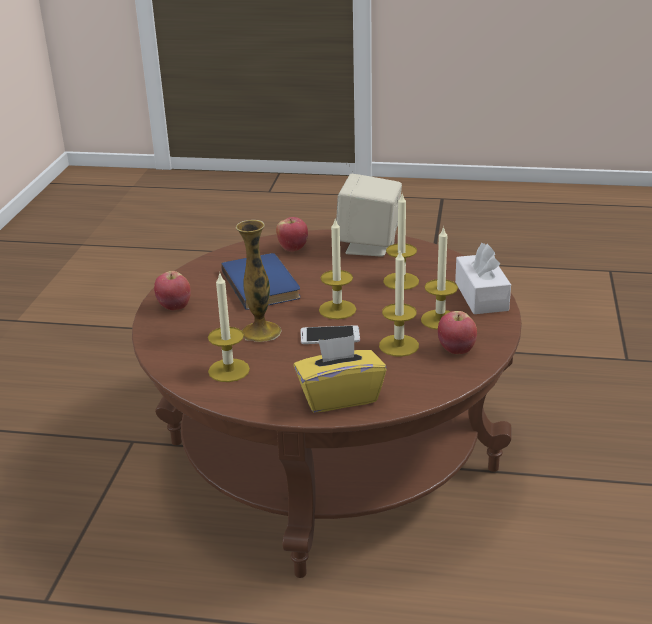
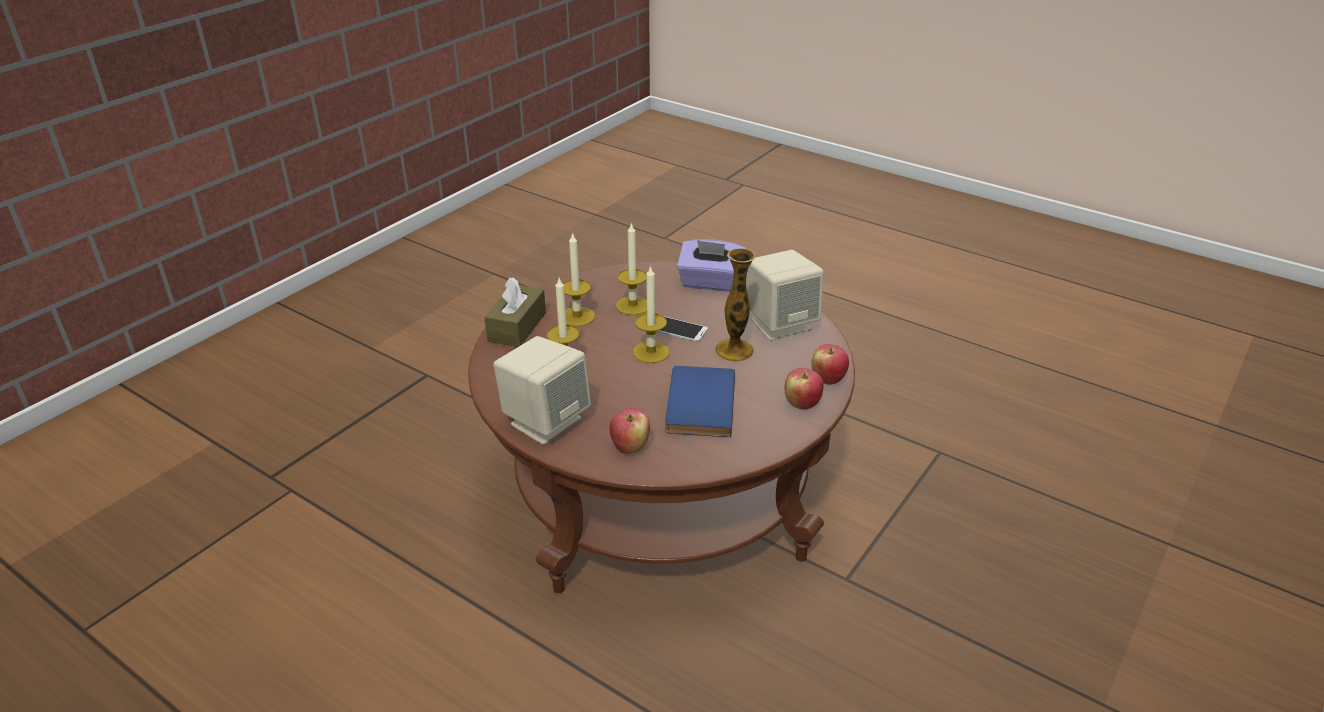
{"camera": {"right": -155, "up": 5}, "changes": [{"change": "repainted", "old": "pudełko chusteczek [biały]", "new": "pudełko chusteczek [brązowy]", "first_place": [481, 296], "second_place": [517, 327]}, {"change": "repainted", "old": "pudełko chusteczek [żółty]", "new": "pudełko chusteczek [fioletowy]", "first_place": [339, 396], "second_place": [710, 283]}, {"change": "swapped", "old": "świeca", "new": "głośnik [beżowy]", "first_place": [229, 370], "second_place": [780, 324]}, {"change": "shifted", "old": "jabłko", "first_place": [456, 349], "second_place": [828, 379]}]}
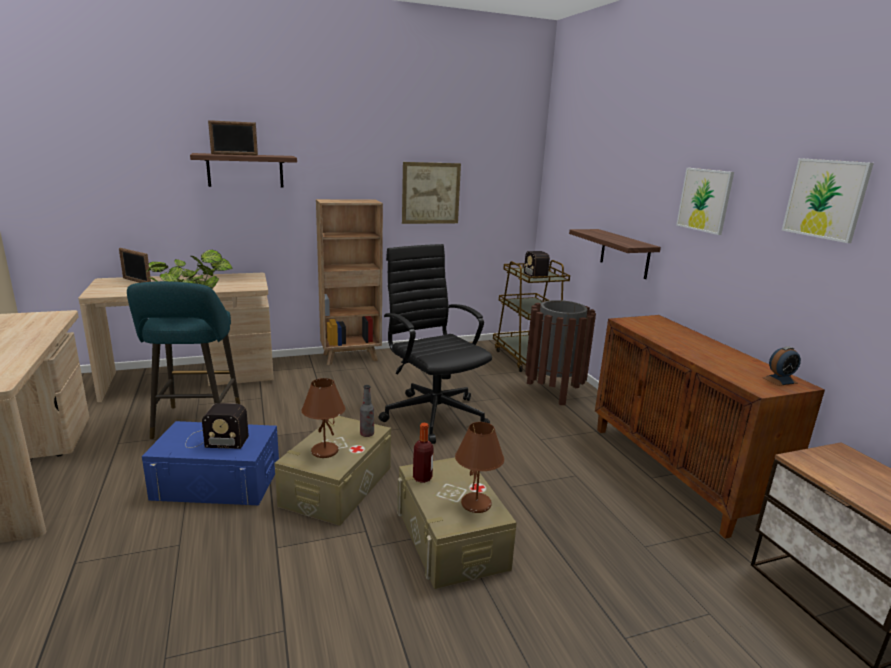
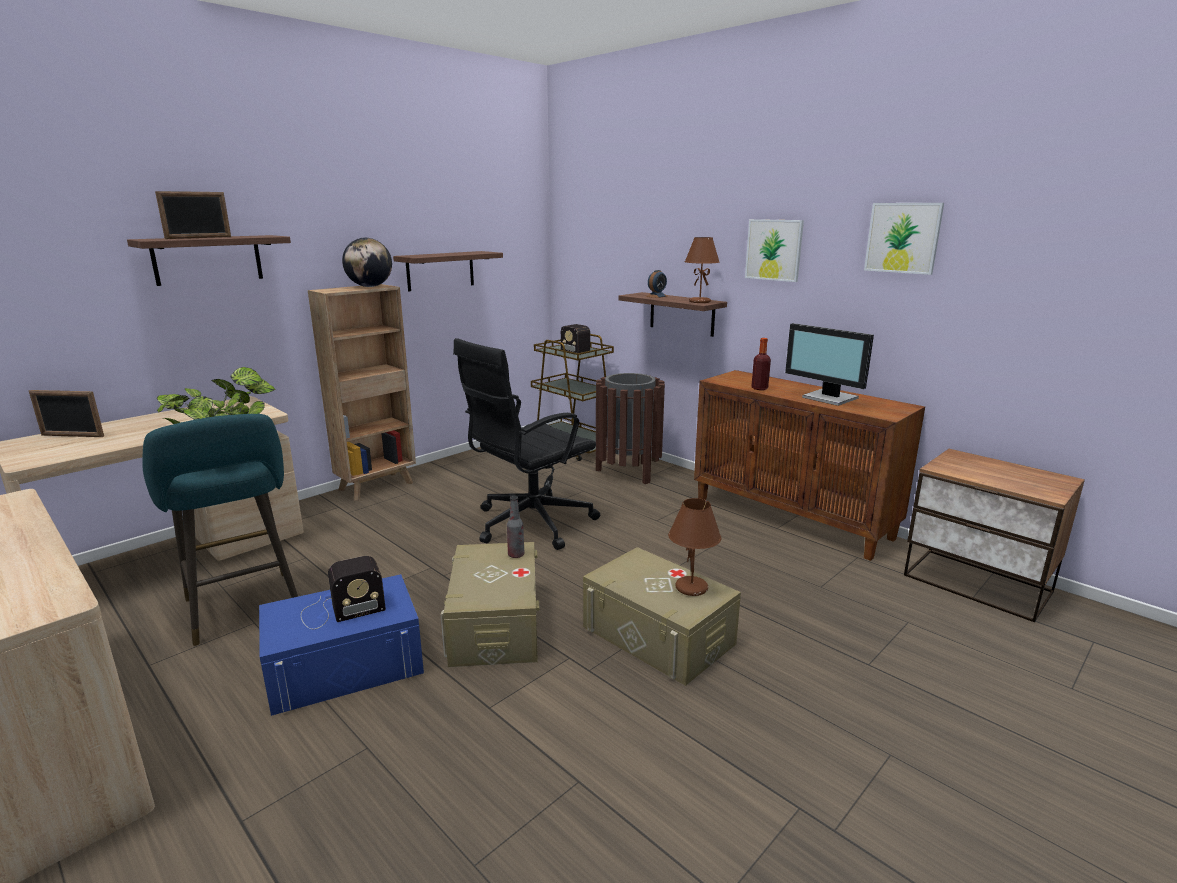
{"camera": {"right": -25, "up": 0}, "changes": [{"change": "new", "new": "globus", "second_place": [370, 286]}, {"change": "swapped", "old": "obraz", "new": "półka", "first_place": [431, 193], "second_place": [440, 270]}, {"change": "rotated", "old": "krzesło biurowe [czarny]", "first_place": [433, 414], "second_place": [530, 524], "degrees": -75}, {"change": "shifted", "old": "budzik", "first_place": [779, 380], "second_place": [656, 296]}, {"change": "shifted", "old": "lampa stołowa [brązowy]", "first_place": [324, 451], "second_place": [699, 302]}, {"change": "shifted", "old": "butelka", "first_place": [422, 478], "second_place": [759, 388]}, {"change": "new", "new": "monitor", "second_place": [829, 398]}]}
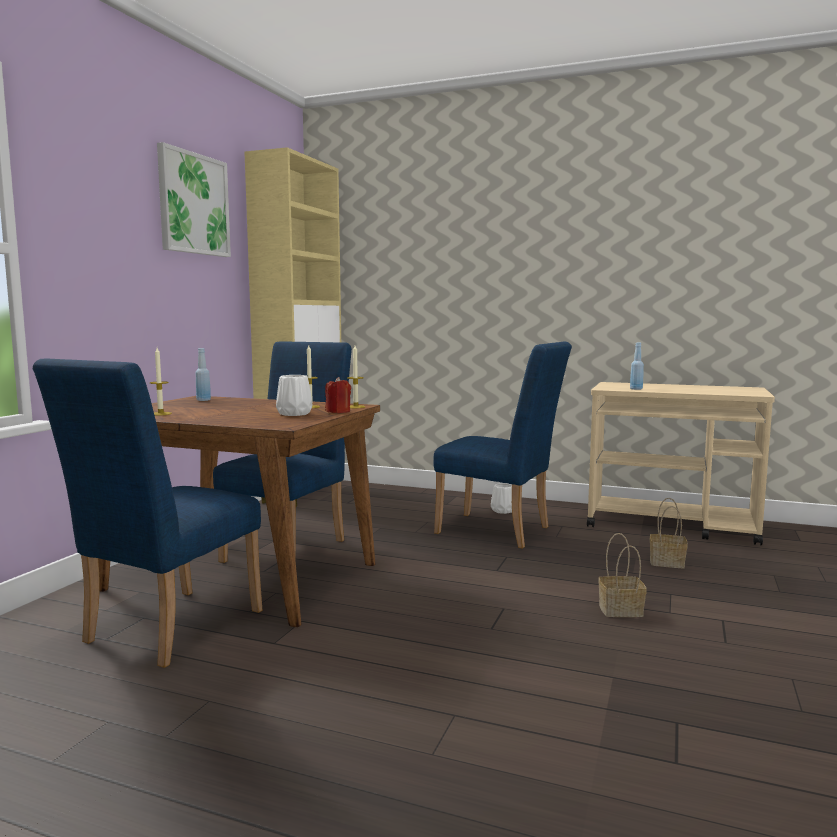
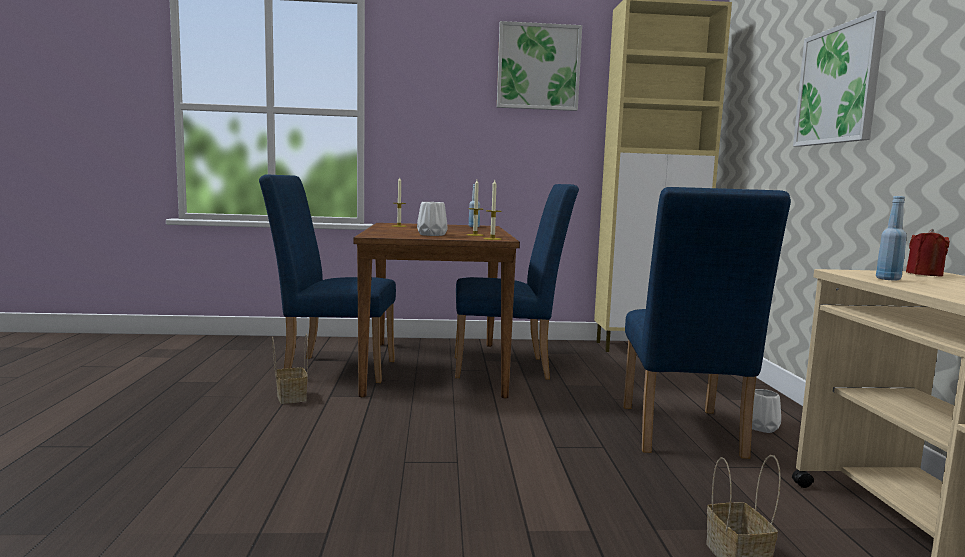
{"camera": {"right": 65, "up": 0}, "changes": [{"change": "shifted", "old": "koszyk", "first_place": [619, 611], "second_place": [290, 397]}, {"change": "new", "new": "obraz", "second_place": [838, 85]}, {"change": "shifted", "old": "świeca [czerwony]", "first_place": [338, 412], "second_place": [924, 274]}]}
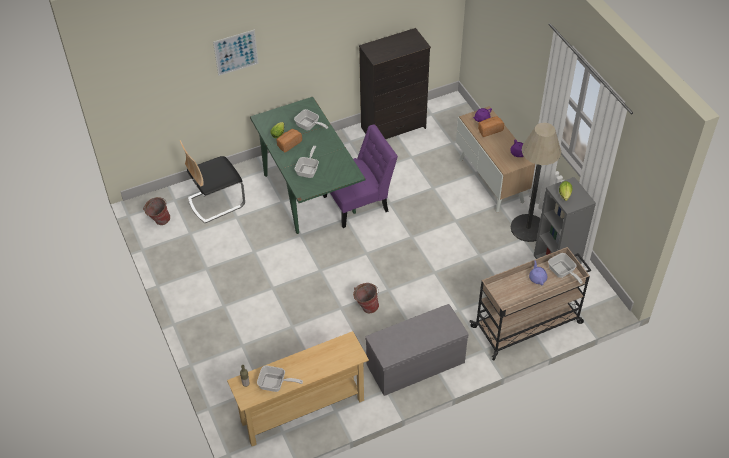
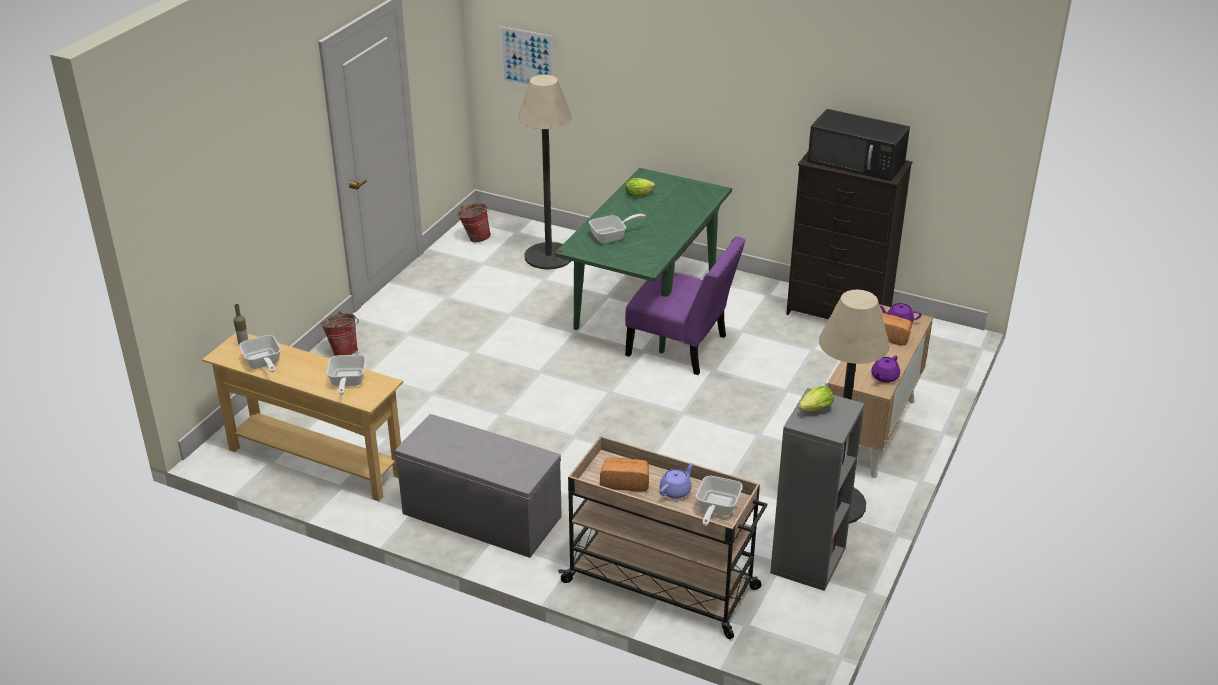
{"camera": {"right": 50, "up": -15}, "changes": [{"change": "shifted", "old": "wiadro", "first_place": [366, 306], "second_place": [343, 350]}, {"change": "shifted", "old": "patelnia", "first_place": [309, 126], "second_place": [346, 383]}, {"change": "shifted", "old": "obraz", "first_place": [236, 52], "second_place": [527, 59]}, {"change": "swapped", "old": "krzesło", "new": "lampa stojąca", "first_place": [216, 201], "second_place": [548, 256]}, {"change": "shifted", "old": "chleb", "first_place": [288, 144], "second_place": [625, 482]}, {"change": "new", "new": "mikrofalówka [czarny]", "second_place": [857, 162]}]}
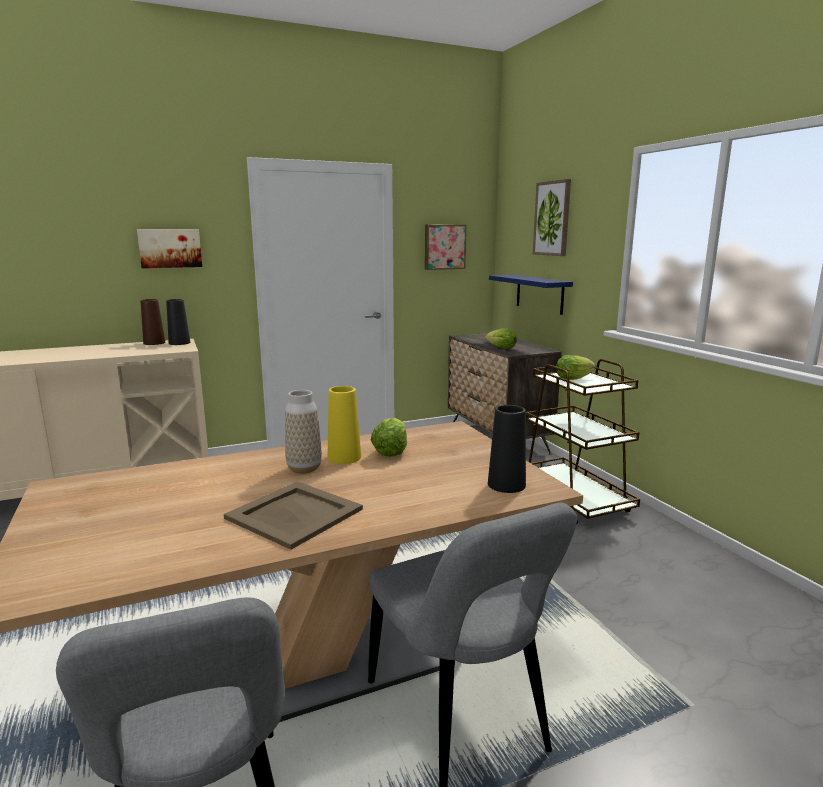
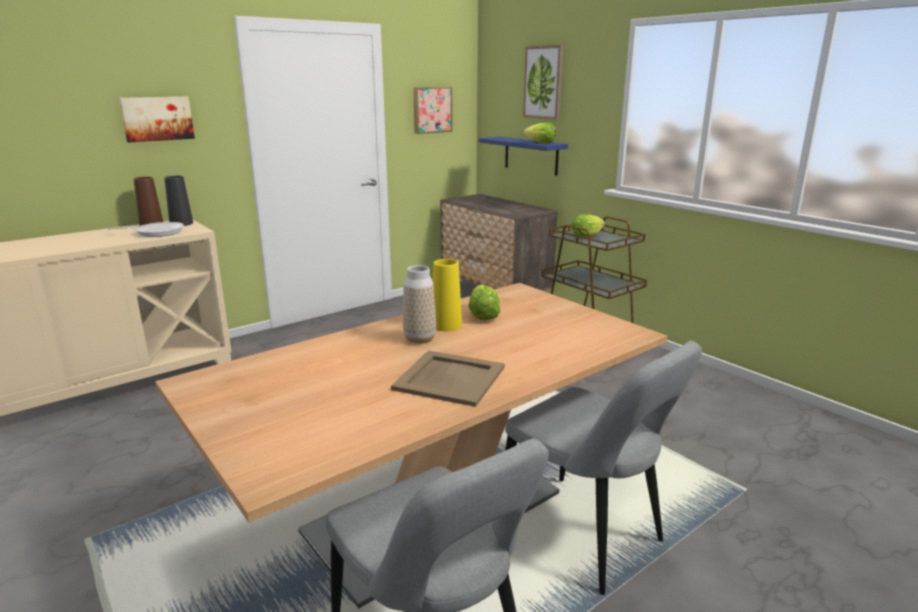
{"camera": {"right": -15, "up": 5}, "changes": [{"change": "new", "new": "patelnia", "second_place": [156, 232]}, {"change": "shifted", "old": "sałata", "first_place": [501, 348], "second_place": [541, 143]}, {"change": "gone", "old": "wazon [czarny]", "first_place": [506, 484]}]}
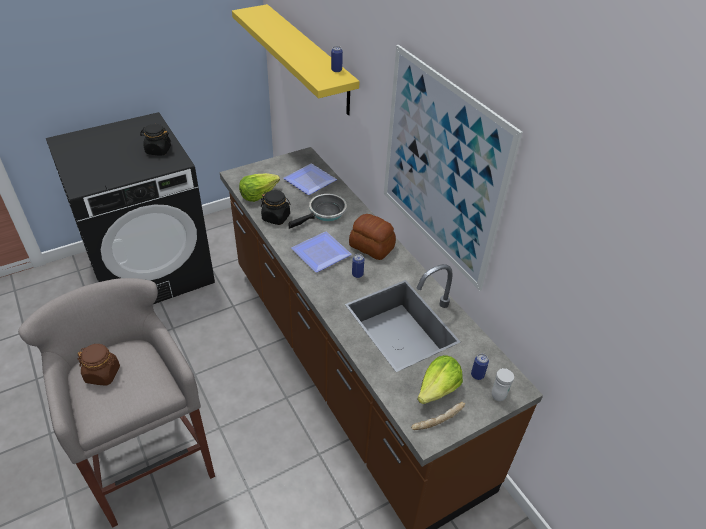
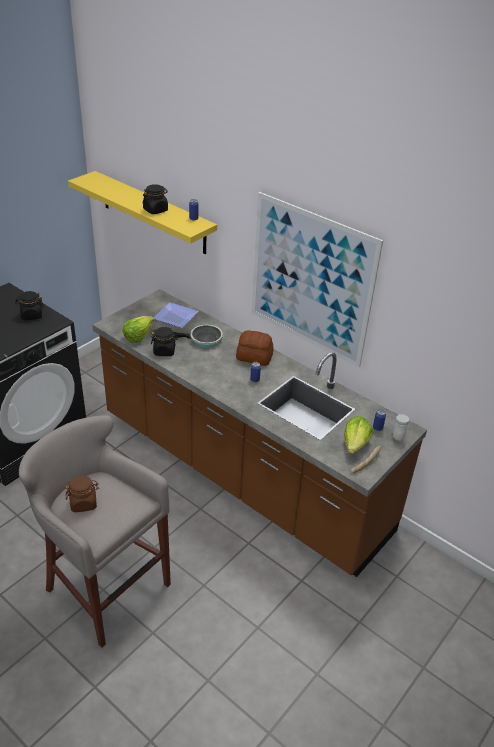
{"camera": {"right": -20, "up": -5}, "changes": [{"change": "new", "new": "słoik [czarny]", "second_place": [155, 210]}, {"change": "rotated", "old": "patelnia", "first_place": [325, 213], "second_place": [203, 339], "degrees": 60}, {"change": "gone", "old": "talerz", "first_place": [319, 253]}]}
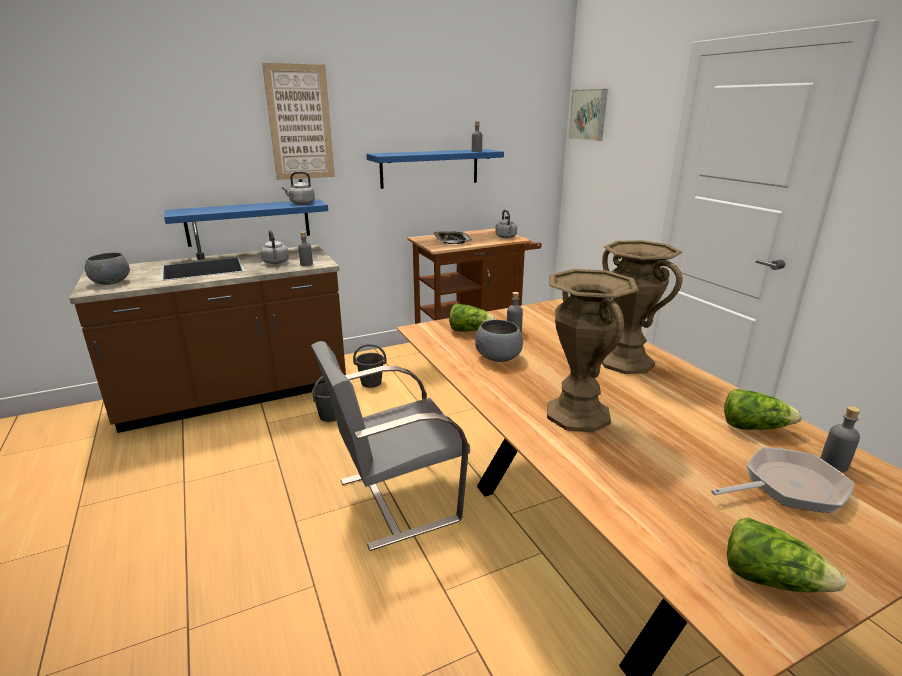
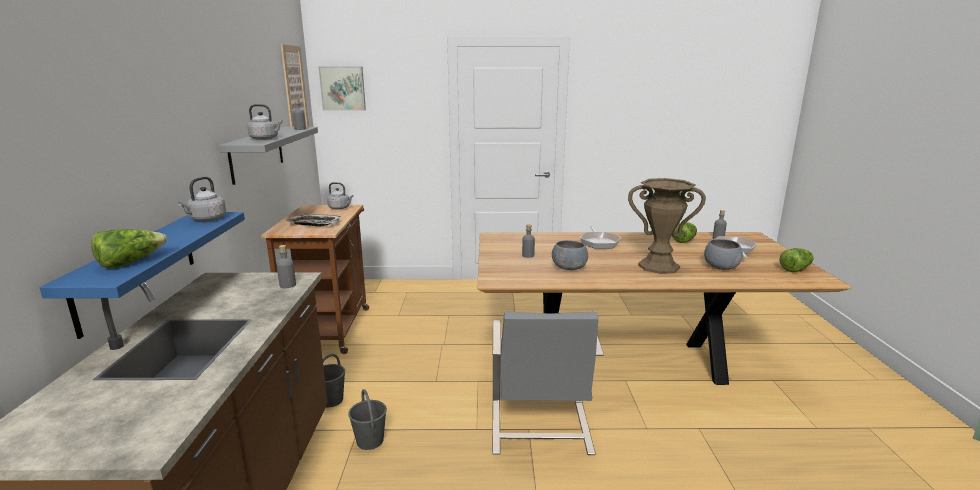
{"camera": {"right": -65, "up": -5}, "changes": [{"change": "shifted", "old": "sałata", "first_place": [470, 331], "second_place": [131, 262]}, {"change": "repainted", "old": "półka [niebieski]", "new": "półka [szary]", "first_place": [430, 168], "second_place": [257, 153]}, {"change": "shifted", "old": "czajnik [szary]", "first_place": [276, 263], "second_place": [265, 139]}, {"change": "shifted", "old": "obraz", "first_place": [300, 123], "second_place": [295, 92]}, {"change": "swapped", "old": "wazon [brązowy]", "new": "patelnia", "first_place": [626, 362], "second_place": [599, 242]}, {"change": "shifted", "old": "miska [szary]", "first_place": [110, 282], "second_place": [720, 267]}]}
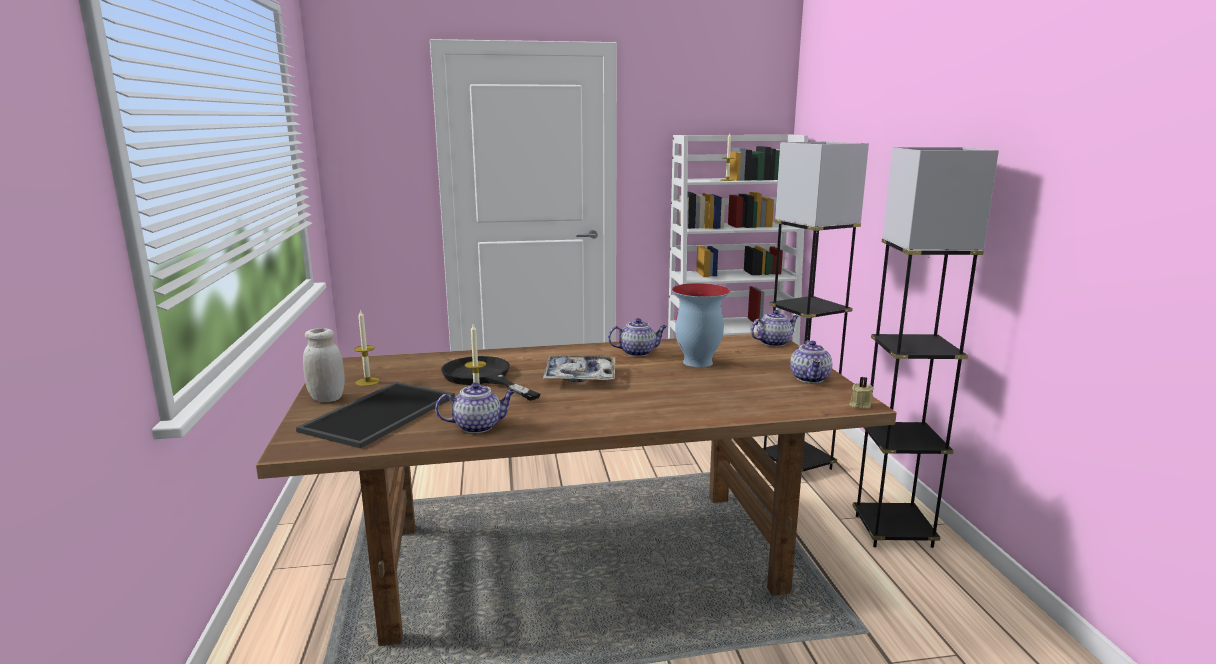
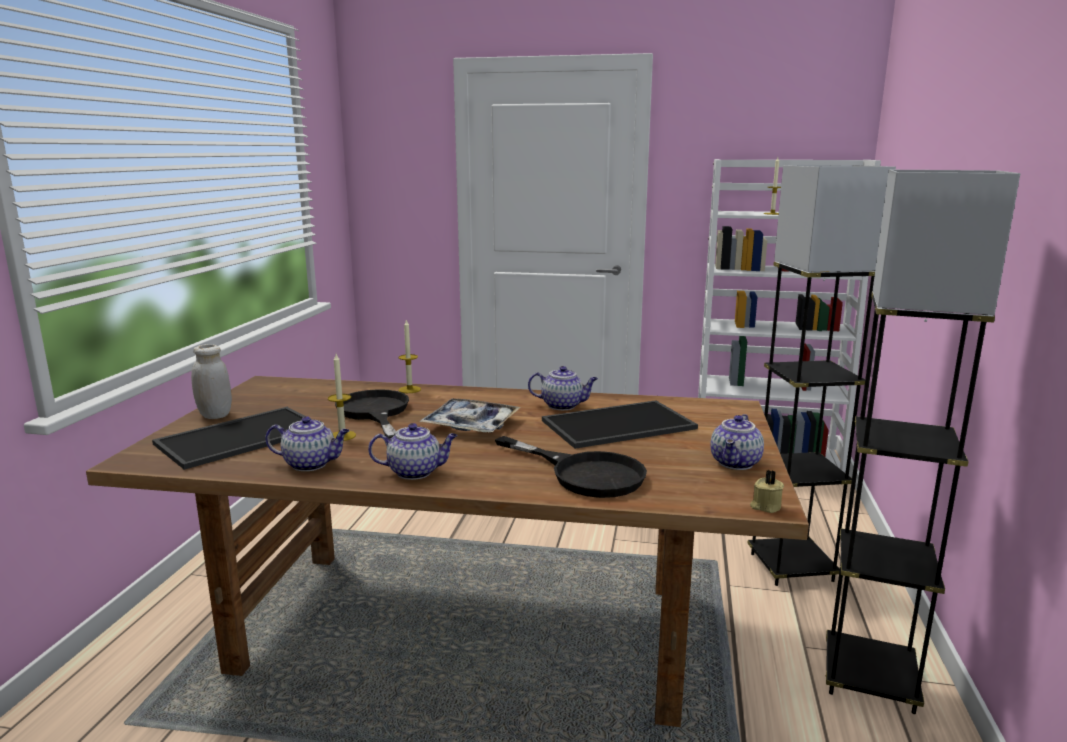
{"camera": {"right": 20, "up": 0}, "changes": [{"change": "shifted", "old": "imbryk", "first_place": [774, 343], "second_place": [415, 472]}, {"change": "shifted", "old": "świeca", "first_place": [367, 382], "second_place": [409, 389]}, {"change": "new", "new": "patelnia [czarny]", "second_place": [584, 473]}, {"change": "swapped", "old": "wazon", "new": "taca", "first_place": [698, 362], "second_place": [618, 425]}]}
